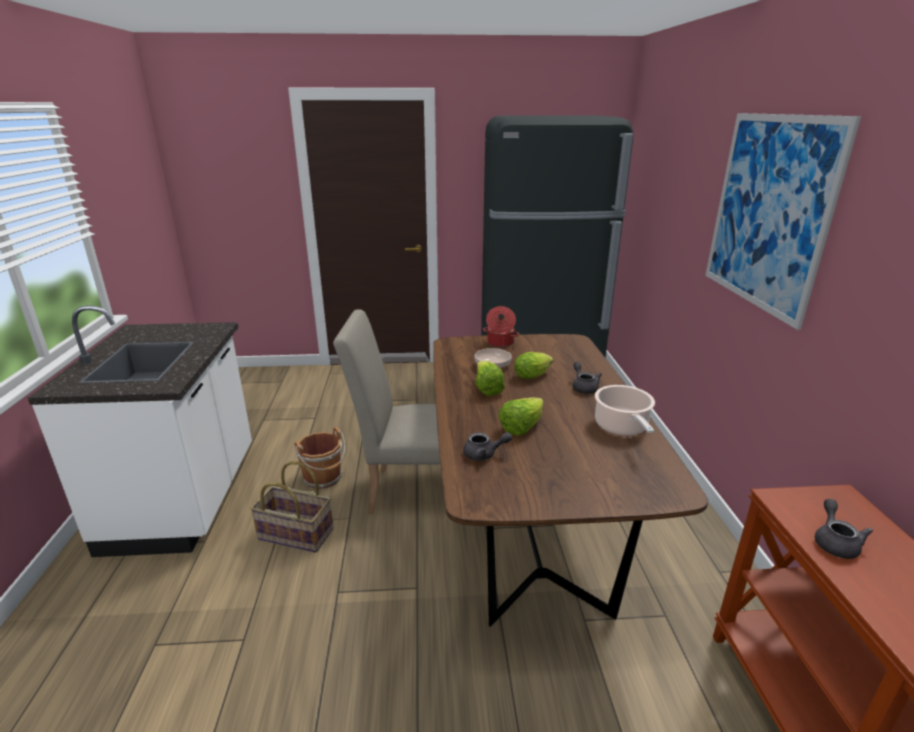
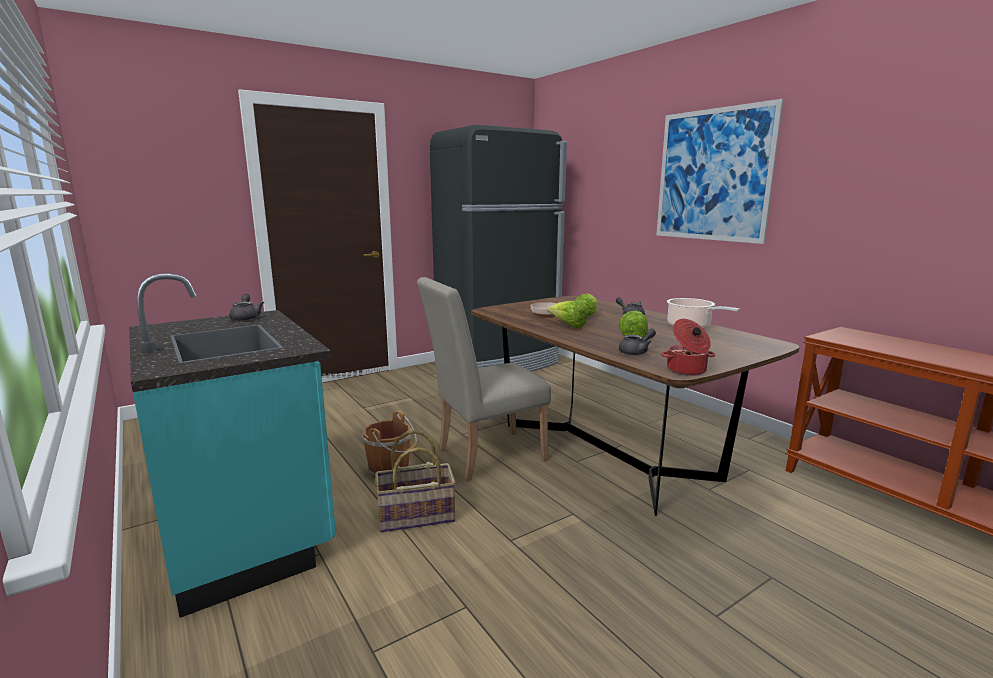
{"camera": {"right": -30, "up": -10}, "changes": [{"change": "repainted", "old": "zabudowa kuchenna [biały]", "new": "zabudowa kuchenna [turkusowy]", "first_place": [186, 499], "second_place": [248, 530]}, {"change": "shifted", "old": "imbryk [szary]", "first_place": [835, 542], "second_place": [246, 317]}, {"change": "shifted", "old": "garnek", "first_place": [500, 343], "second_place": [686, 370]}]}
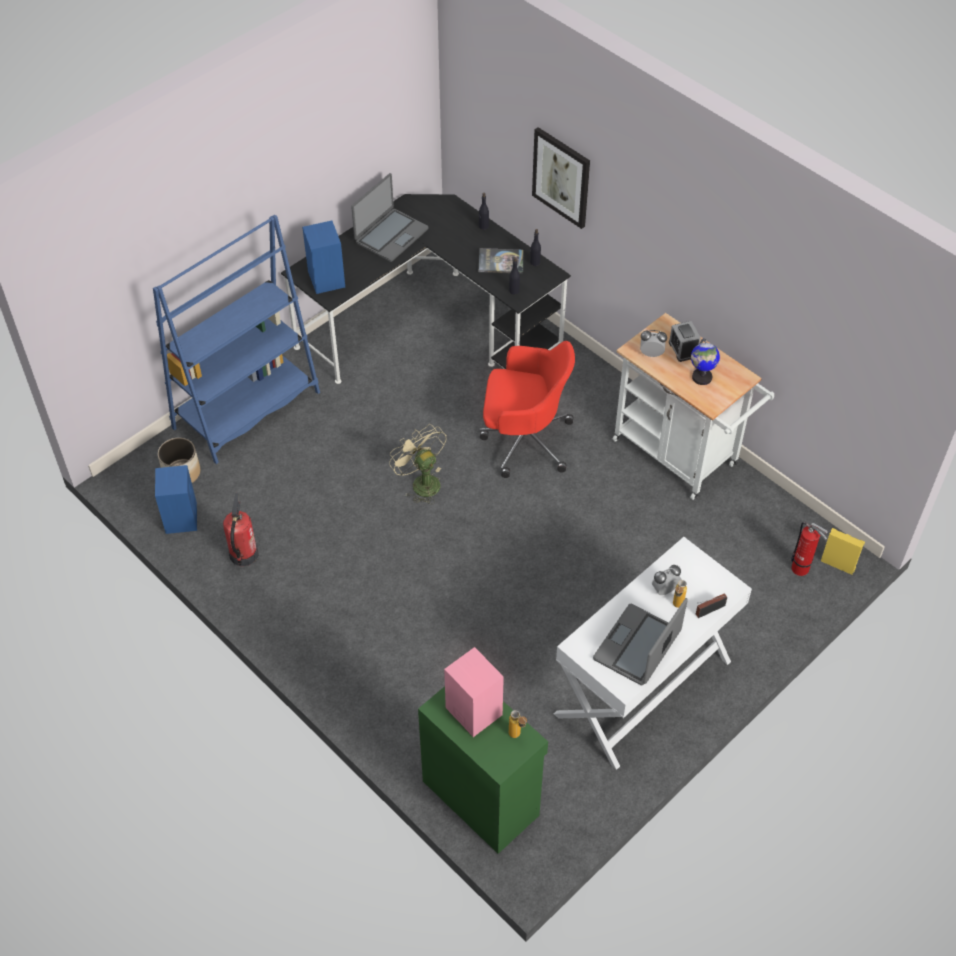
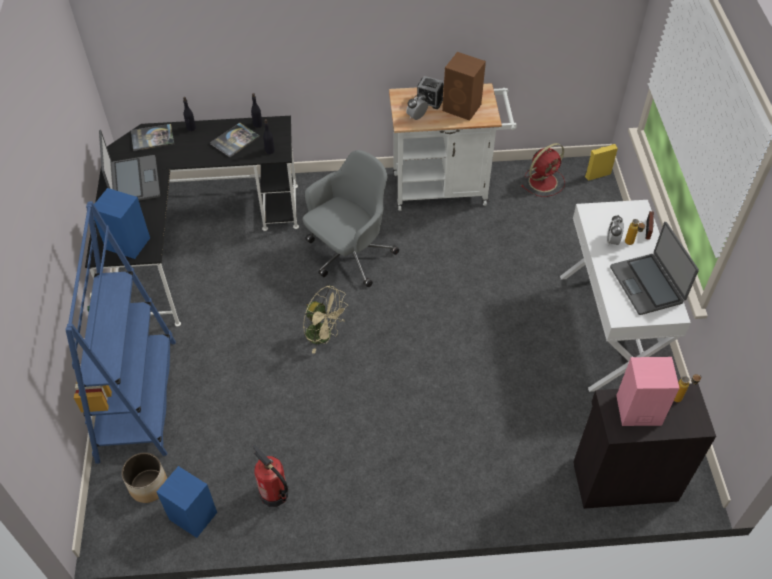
{"camera": {"right": -50, "up": 0}, "changes": [{"change": "new", "new": "książka", "second_place": [152, 138]}, {"change": "repainted", "old": "krzesło biurowe [czerwony]", "new": "krzesło biurowe [szary]", "first_place": [524, 440], "second_place": [349, 255]}, {"change": "rotated", "old": "wentylator [beżowy]", "first_place": [421, 482], "second_place": [324, 335], "degrees": -150}, {"change": "swapped", "old": "globus", "new": "głośnik [brązowy]", "first_place": [701, 377], "second_place": [462, 108]}, {"change": "new", "new": "wentylator [czerwony]", "second_place": [544, 181]}, {"change": "repainted", "old": "szafka [zielony]", "new": "szafka [czarny]", "first_place": [481, 796], "second_place": [623, 479]}, {"change": "gone", "old": "obraz", "first_place": [561, 177]}, {"change": "gone", "old": "gaśnica", "first_place": [802, 570]}]}
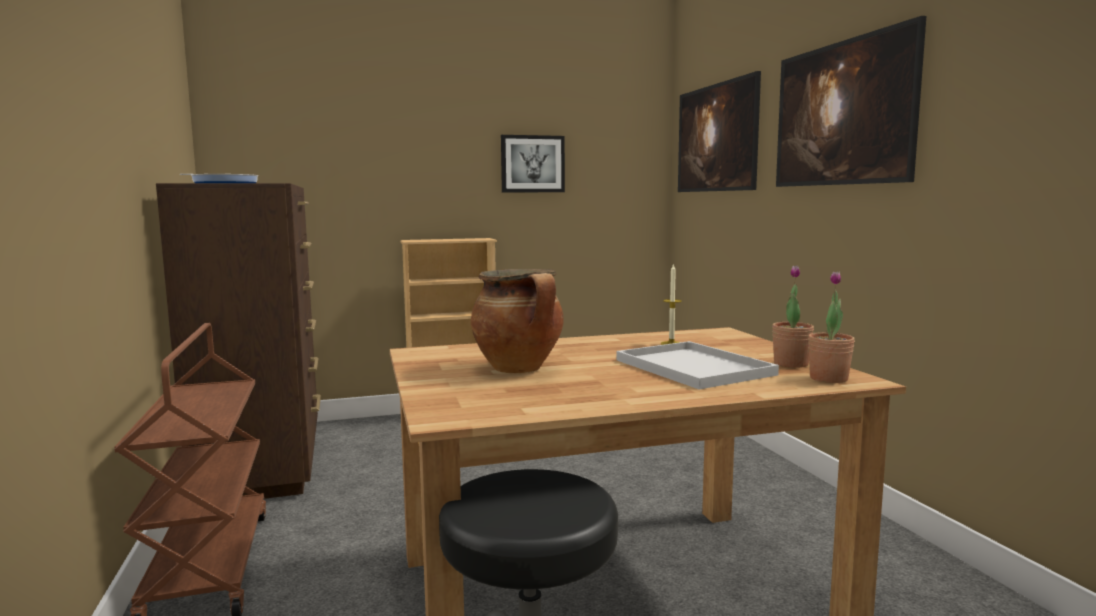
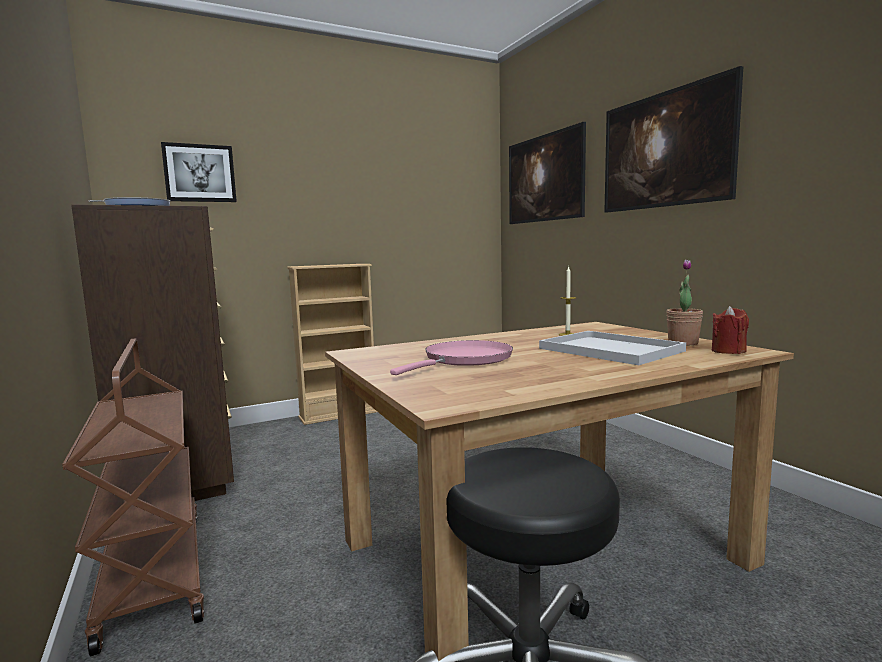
{"camera": {"right": -10, "up": 0}, "changes": [{"change": "shifted", "old": "obraz", "first_place": [532, 164], "second_place": [199, 173]}, {"change": "swapped", "old": "garnek", "new": "patelnia [różowy]", "first_place": [520, 369], "second_place": [464, 360]}, {"change": "swapped", "old": "roślina doniczkowa", "new": "świeca [czerwony]", "first_place": [828, 378], "second_place": [728, 351]}]}
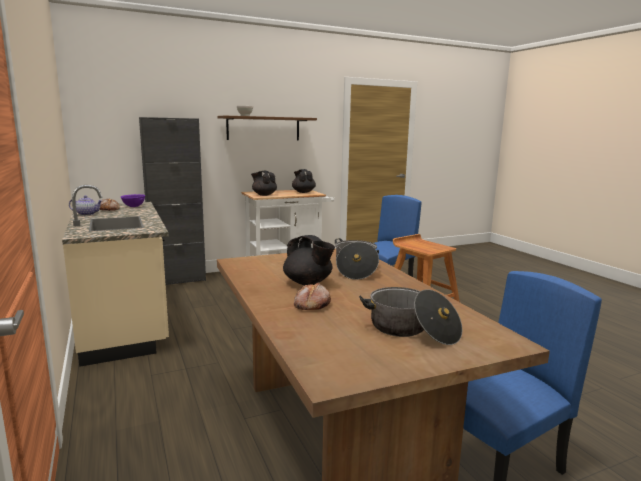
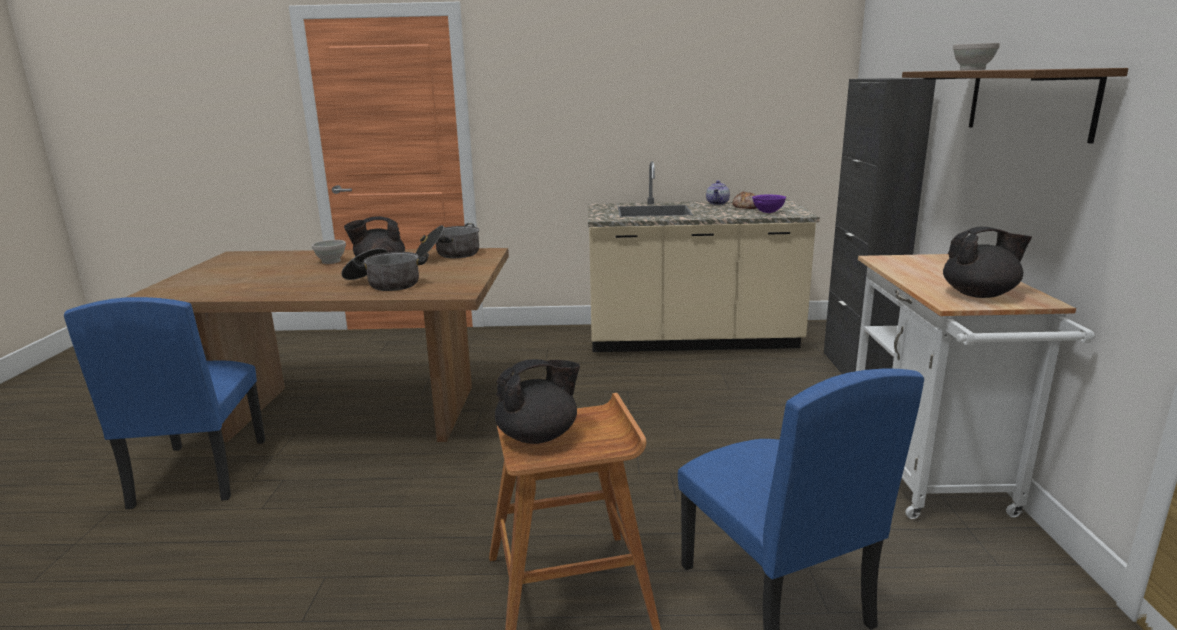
{"camera": {"right": 115, "up": 5}, "changes": [{"change": "swapped", "old": "chleb", "new": "miska [biały]", "first_place": [311, 305], "second_place": [331, 261]}, {"change": "shifted", "old": "garnek", "first_place": [411, 330], "second_place": [448, 255]}, {"change": "shifted", "old": "imbryk [czarny]", "first_place": [264, 195], "second_place": [539, 436]}]}
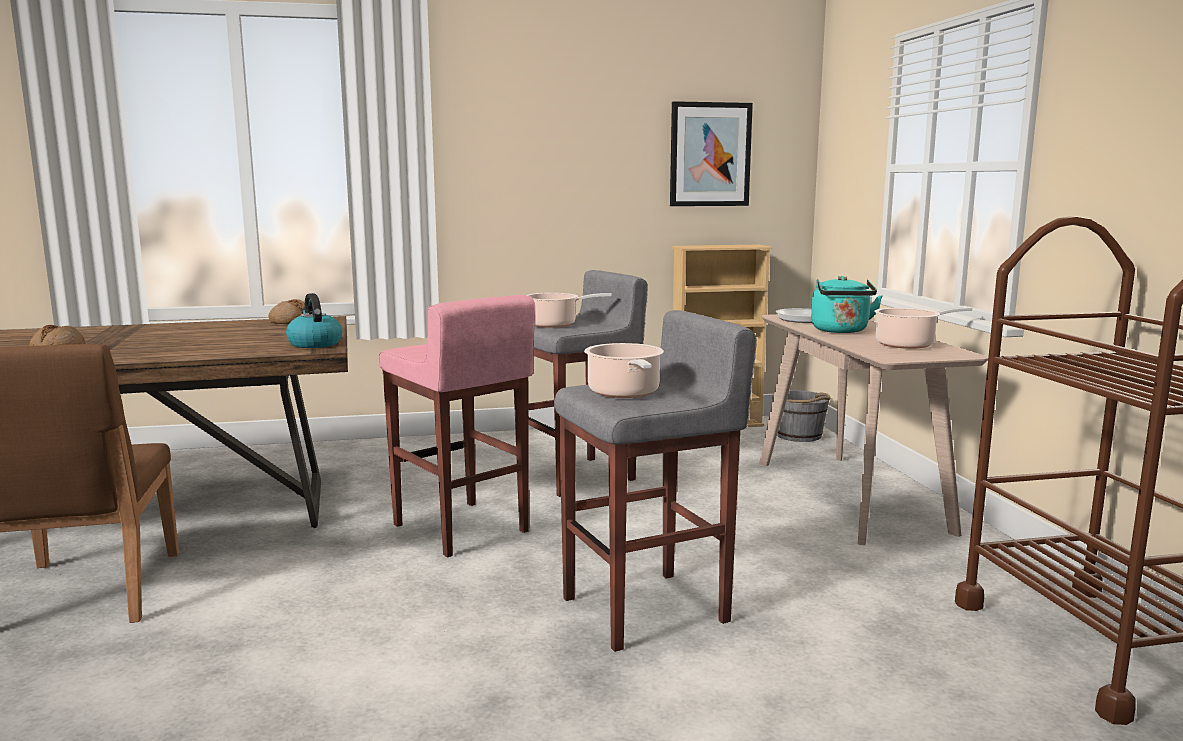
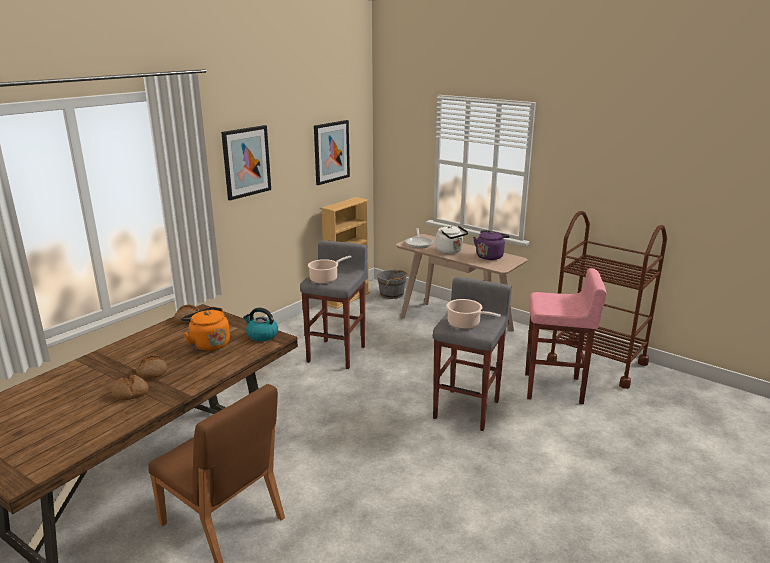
{"camera": {"right": -40, "up": 10}, "changes": [{"change": "new", "new": "chleb", "second_place": [152, 372]}, {"change": "new", "new": "czajnik [pomarańczowy]", "second_place": [208, 344]}, {"change": "new", "new": "obraz", "second_place": [246, 162]}, {"change": "repainted", "old": "czajnik [turkusowy]", "new": "czajnik [biały]", "first_place": [841, 331], "second_place": [450, 251]}, {"change": "swapped", "old": "garnek", "new": "czajnik [fioletowy]", "first_place": [908, 344], "second_place": [490, 256]}, {"change": "shifted", "old": "stołek [różowy]", "first_place": [460, 529], "second_place": [554, 389]}]}
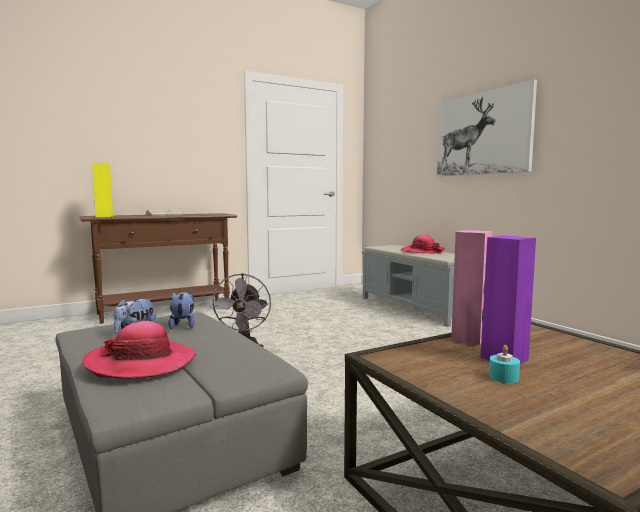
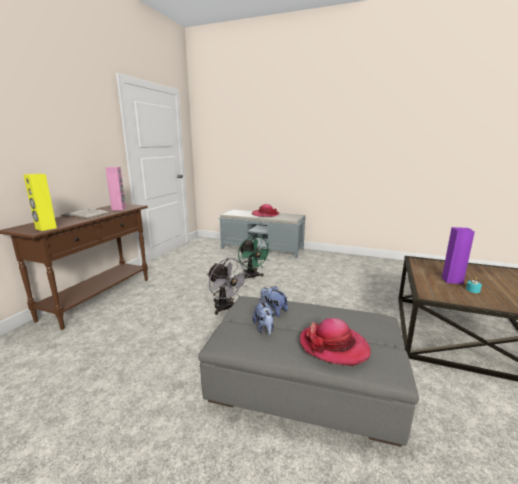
{"camera": {"right": -40, "up": 10}, "changes": [{"change": "shifted", "old": "głośnik [różowy]", "first_place": [470, 339], "second_place": [119, 209]}, {"change": "new", "new": "wentylator [zielony]", "second_place": [252, 277]}, {"change": "gone", "old": "obraz", "first_place": [482, 134]}]}
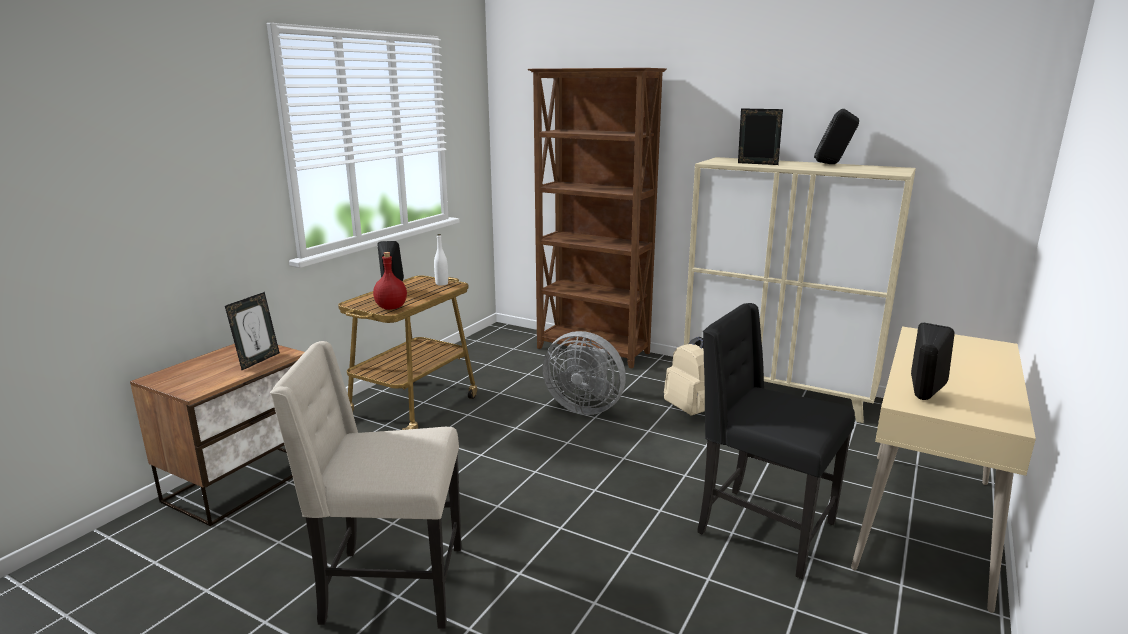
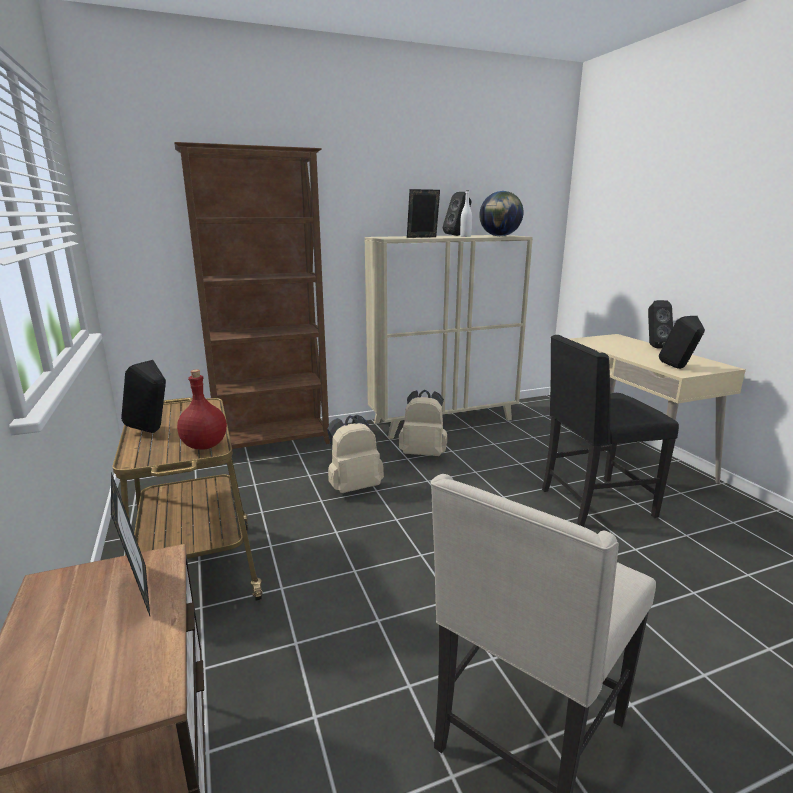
{"camera": {"right": -50, "up": 0}, "changes": [{"change": "swapped", "old": "wentylator [szary]", "new": "plecak [beżowy]", "first_place": [584, 407], "second_place": [354, 487]}, {"change": "shifted", "old": "butelka [biały]", "first_place": [441, 284], "second_place": [465, 236]}, {"change": "new", "new": "globus", "second_place": [499, 236]}, {"change": "new", "new": "głośnik [czarny]", "second_place": [654, 347]}]}
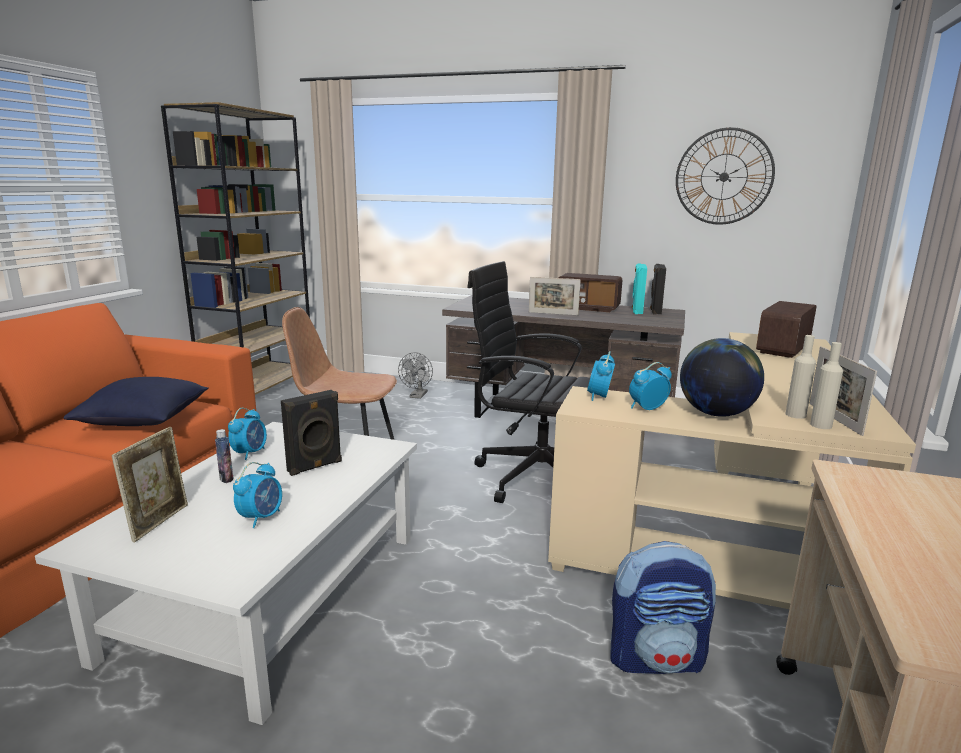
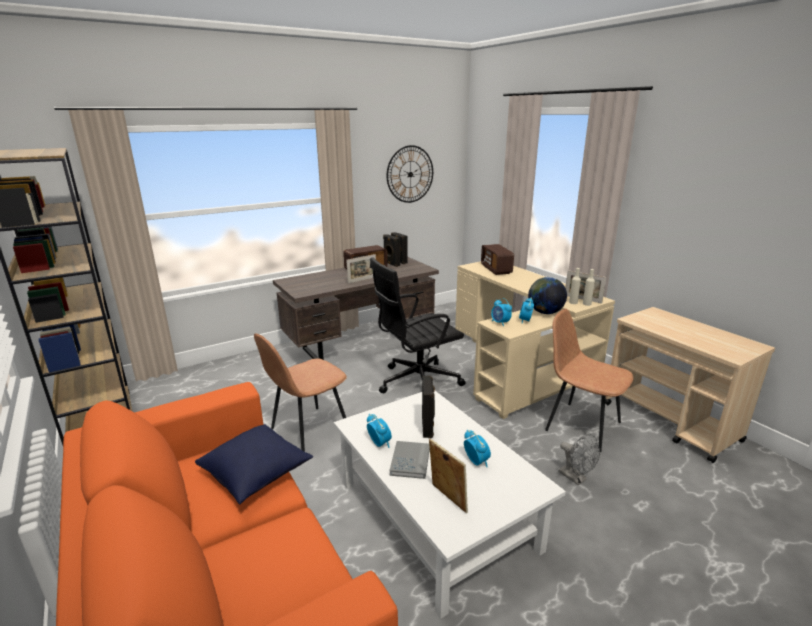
{"camera": {"right": -50, "up": 5}, "changes": [{"change": "repainted", "old": "głośnik [turkusowy]", "new": "głośnik [czarny]", "first_place": [636, 311], "second_place": [391, 264]}, {"change": "swapped", "old": "butelka", "new": "książka [szary]", "first_place": [226, 479], "second_place": [410, 461]}, {"change": "swapped", "old": "plecak", "new": "krzesło [brązowy]", "first_place": [657, 658], "second_place": [581, 425]}, {"change": "shifted", "old": "wentylator [szary]", "first_place": [417, 396], "second_place": [576, 478]}]}
